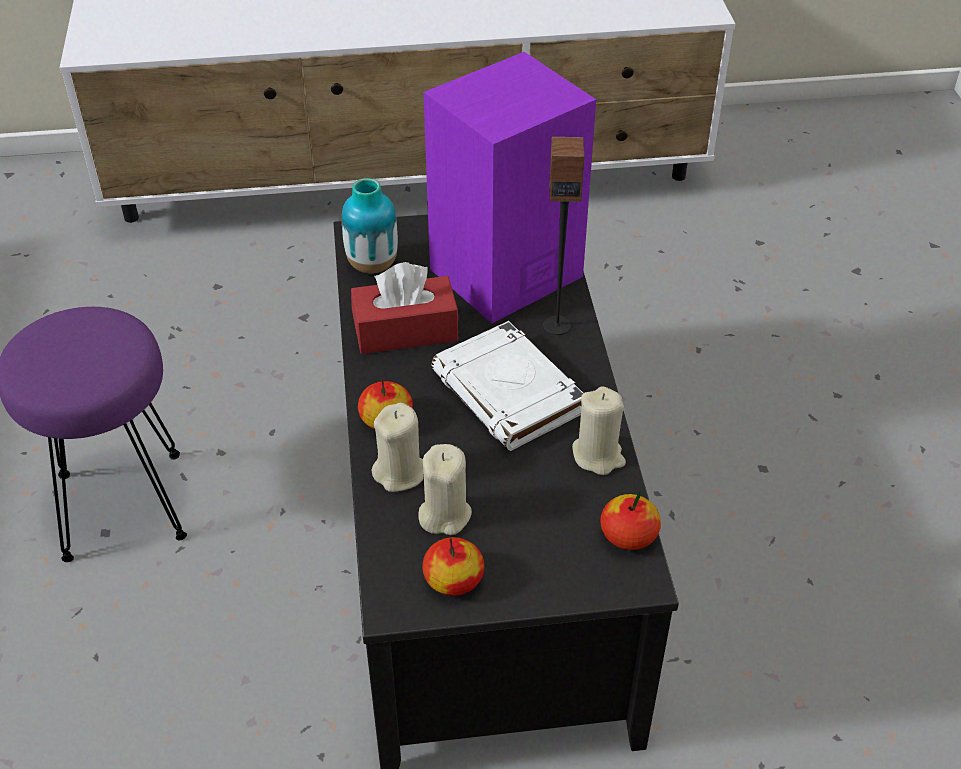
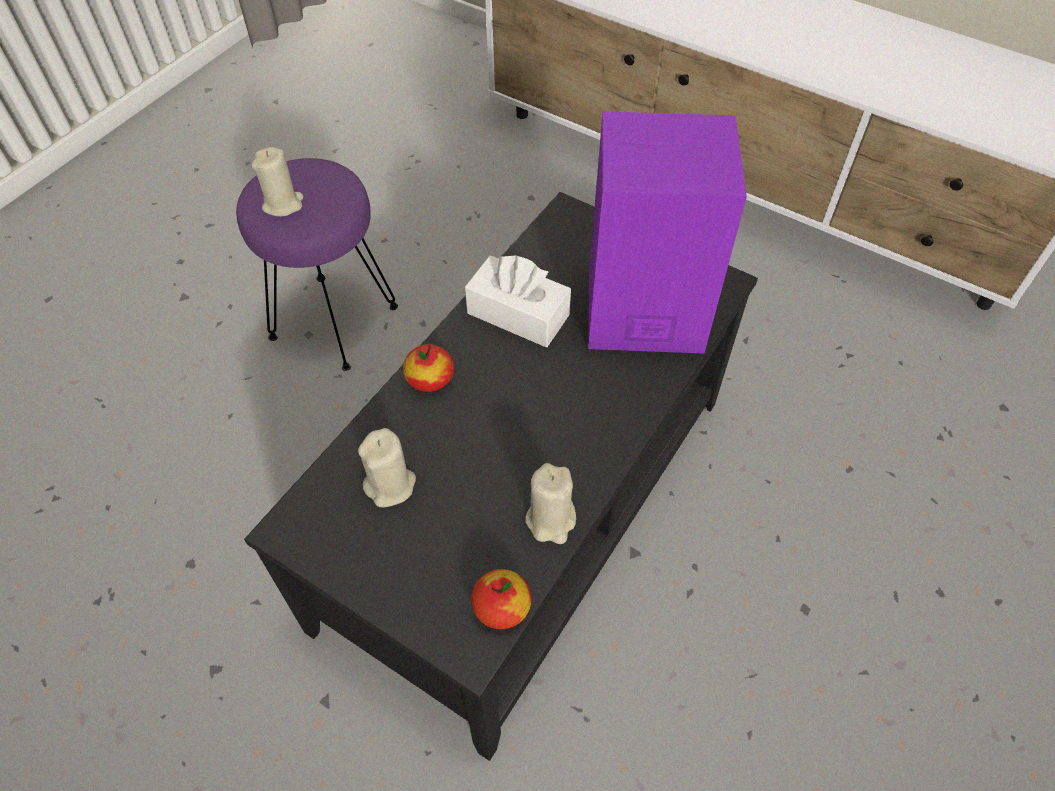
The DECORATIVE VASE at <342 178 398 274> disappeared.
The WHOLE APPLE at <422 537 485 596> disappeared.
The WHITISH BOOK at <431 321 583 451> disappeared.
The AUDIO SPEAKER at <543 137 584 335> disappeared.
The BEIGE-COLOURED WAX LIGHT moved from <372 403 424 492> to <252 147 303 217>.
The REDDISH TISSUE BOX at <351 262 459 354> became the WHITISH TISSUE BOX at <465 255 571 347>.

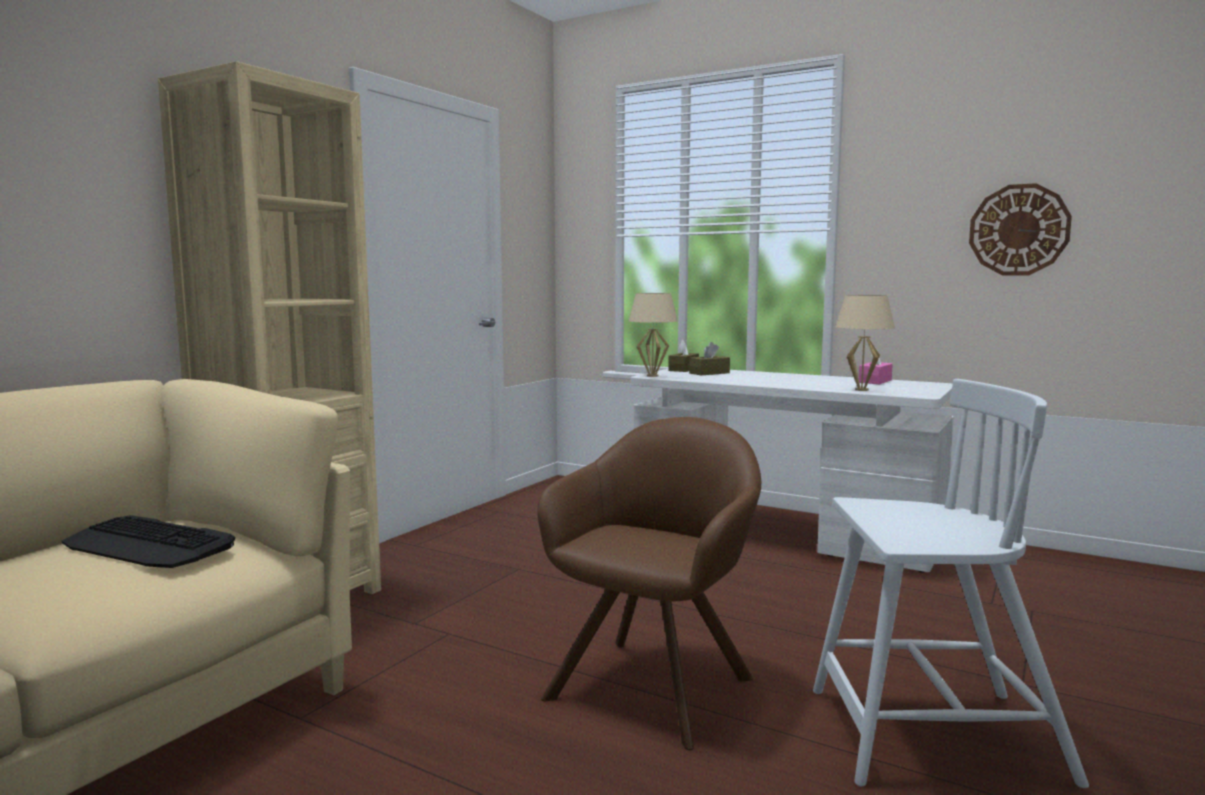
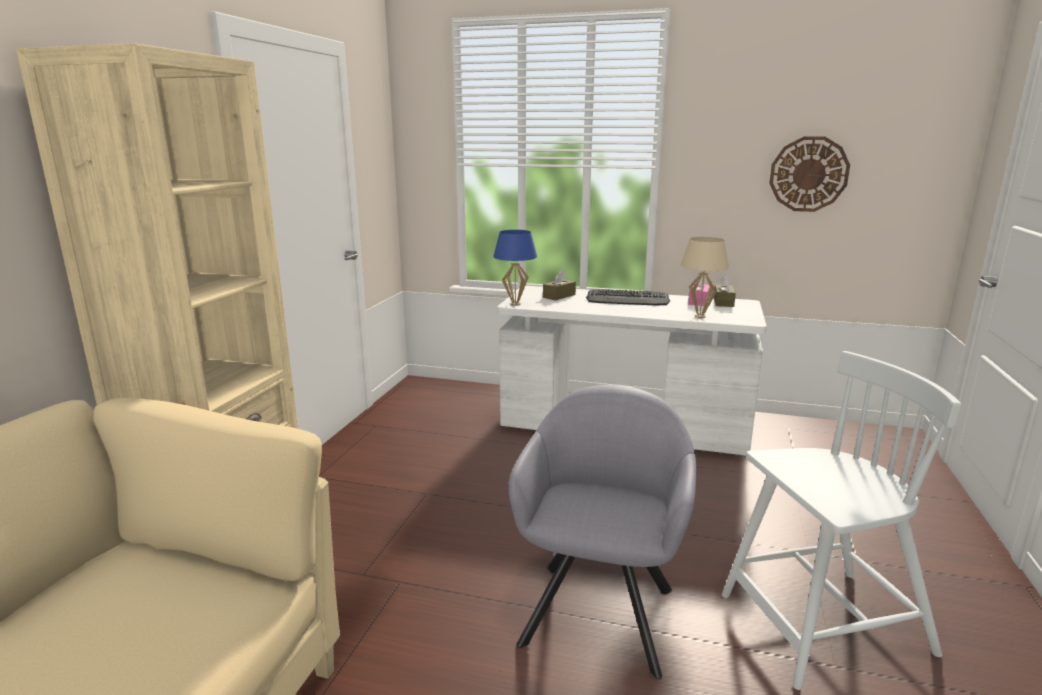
The COMPUTER KEYBOARD moved from <62 515 235 568> to <586 289 670 306>.
The BROWNISH TISSUE BOX moved from <668 340 699 372> to <714 275 736 307>.
The BROWNISH EASY CHAIR at <537 417 761 750> became the GREY EASY CHAIR at <509 385 696 679>.
The BEIGE-COLOURED LAMP FOR A TABLE at <629 293 678 377> became the BLUISH LAMP FOR A TABLE at <493 230 537 306>.

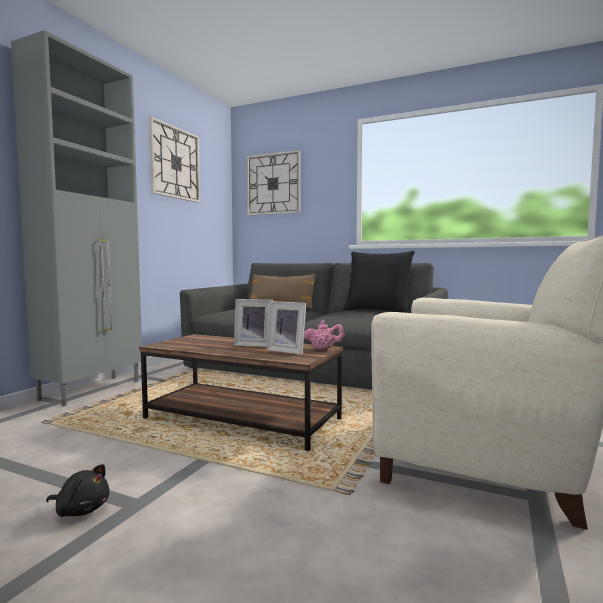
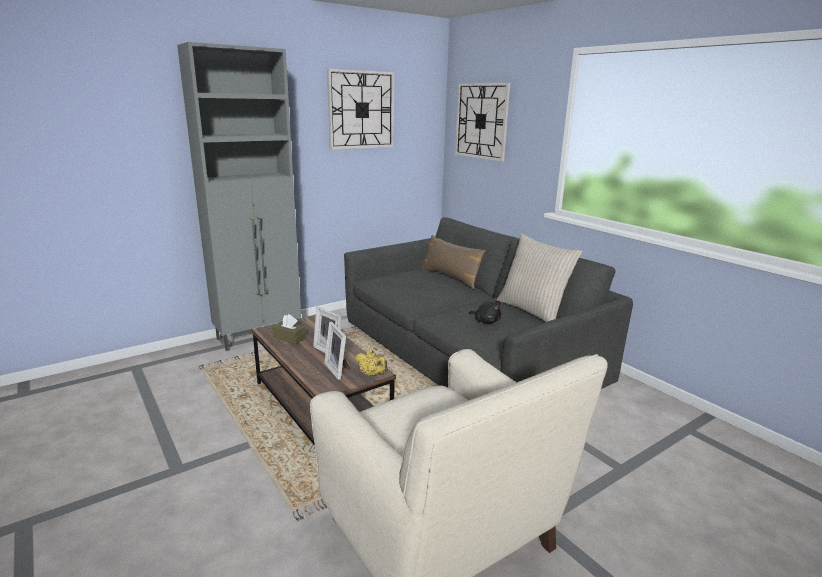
The BROWNISH TISSUE BOX at <272 314 306 344> appeared.
The BLACK-COLOURED SOFT TOY moved from <46 464 110 517> to <469 301 501 323>.
The PINKISH POT FOR TEA at <304 320 344 350> became the YELLOW-COLOURED POT FOR TEA at <355 349 387 376>.
The BLACK-COLOURED CUSHION at <343 251 415 313> became the BEIGE-COLOURED CUSHION at <497 234 583 322>.

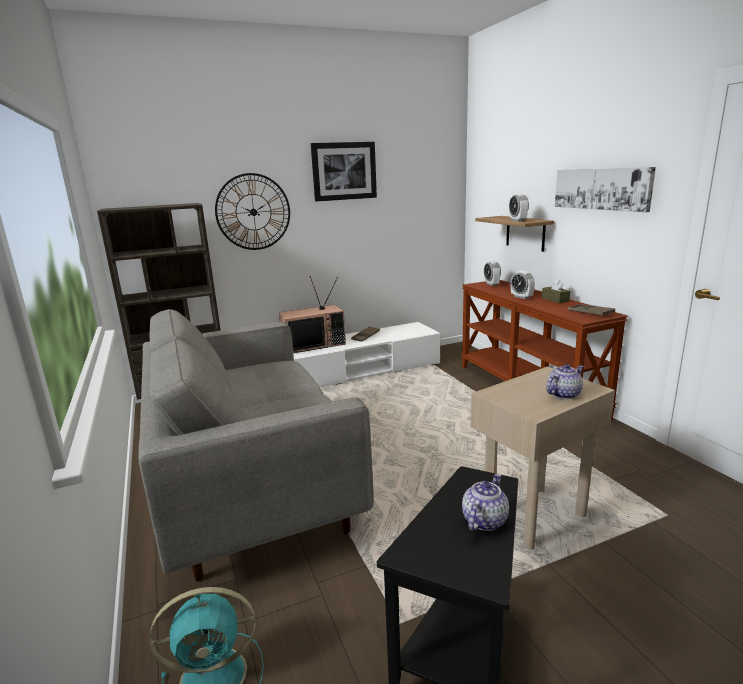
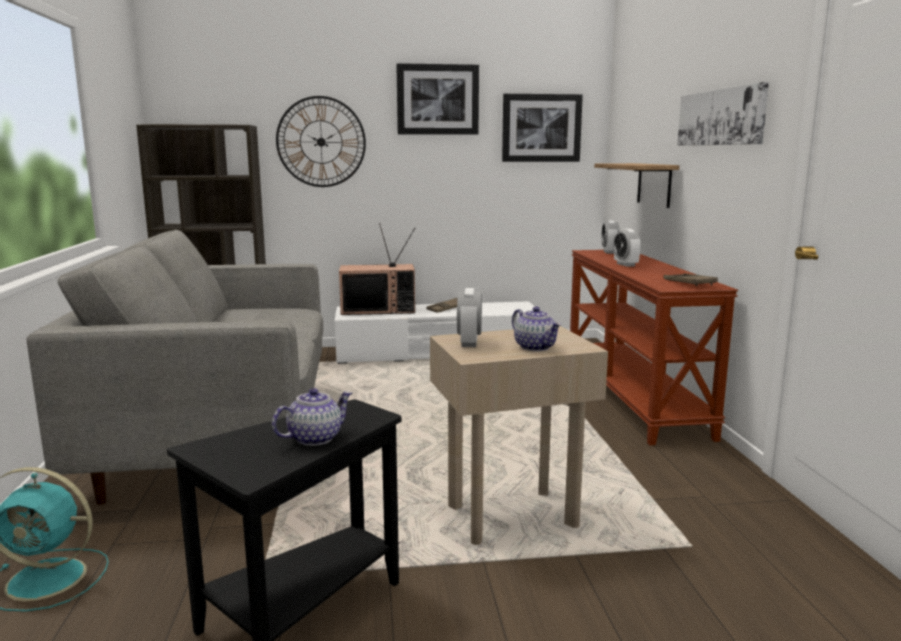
The BROWNISH TISSUE BOX at <542 279 570 303> disappeared.
The PICTURE at <502 94 583 162> appeared.
The ALARM CLOCK moved from <509 193 529 222> to <457 288 482 347>.
The POT FOR TEA at <546 364 584 399> turned 75 degrees clockwise.

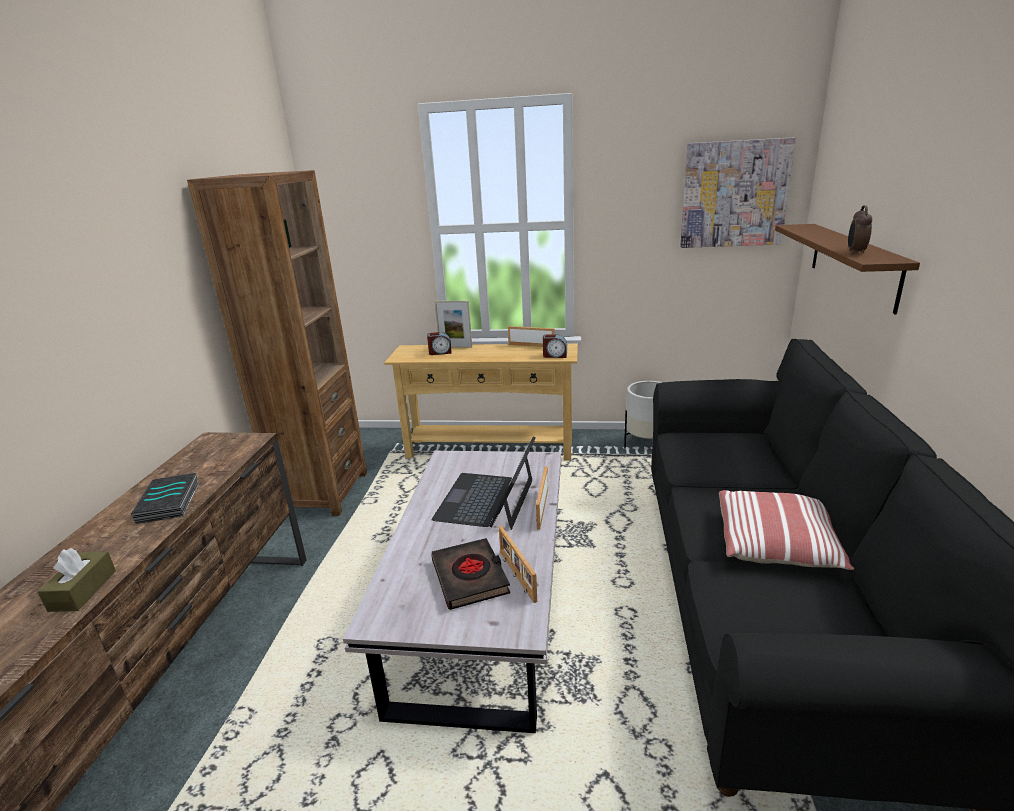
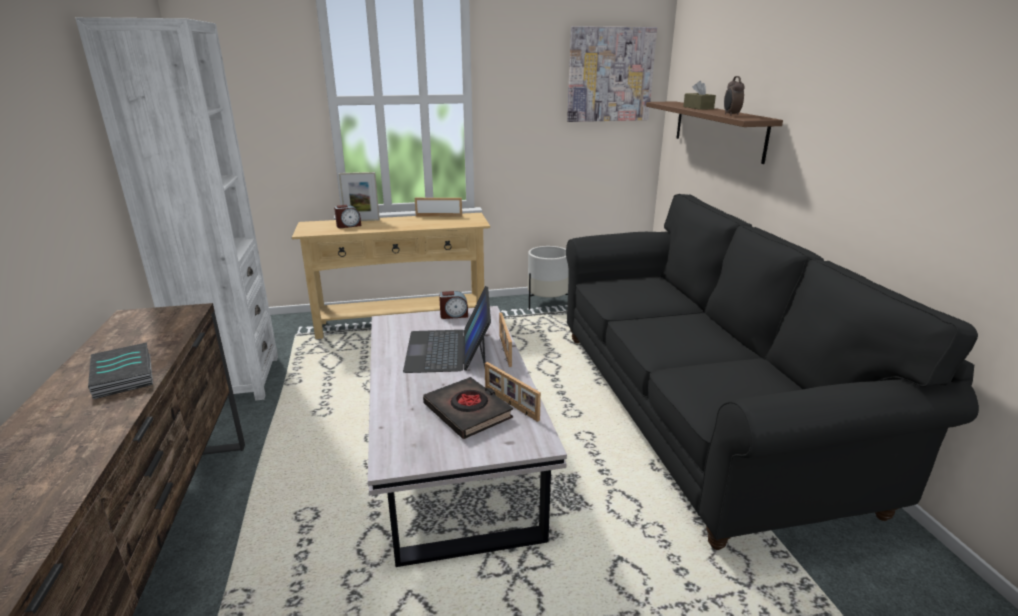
The CUSHION at <719 490 855 570> disappeared.
The BROWNISH TISSUE BOX moved from <38 548 116 612> to <683 81 716 110>.
The ALARM CLOCK moved from <543 334 567 358> to <439 291 468 319>.
The BROWNISH SHELVING UNIT at <187 170 367 516> became the WHITISH SHELVING UNIT at <75 17 278 401>.

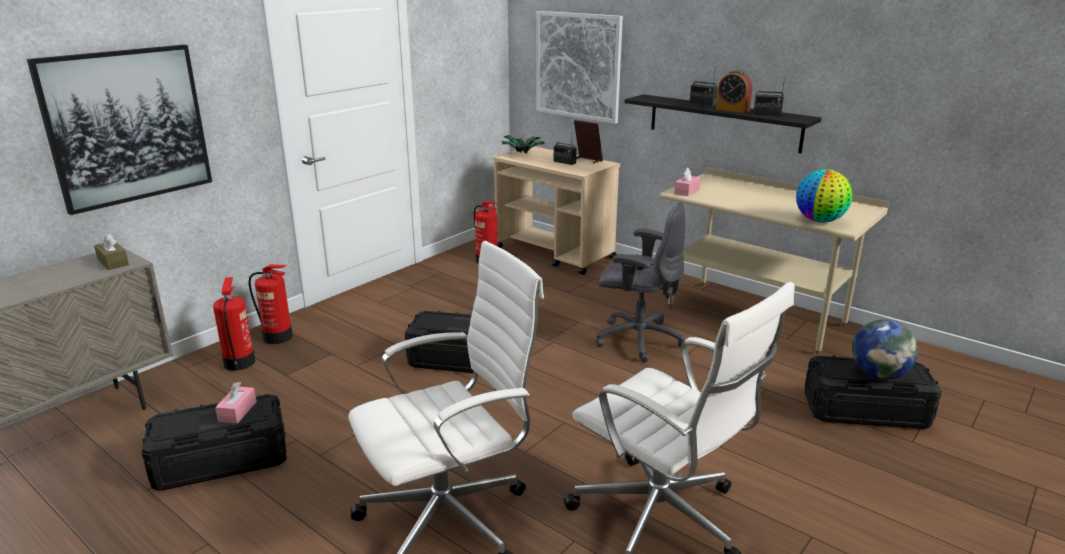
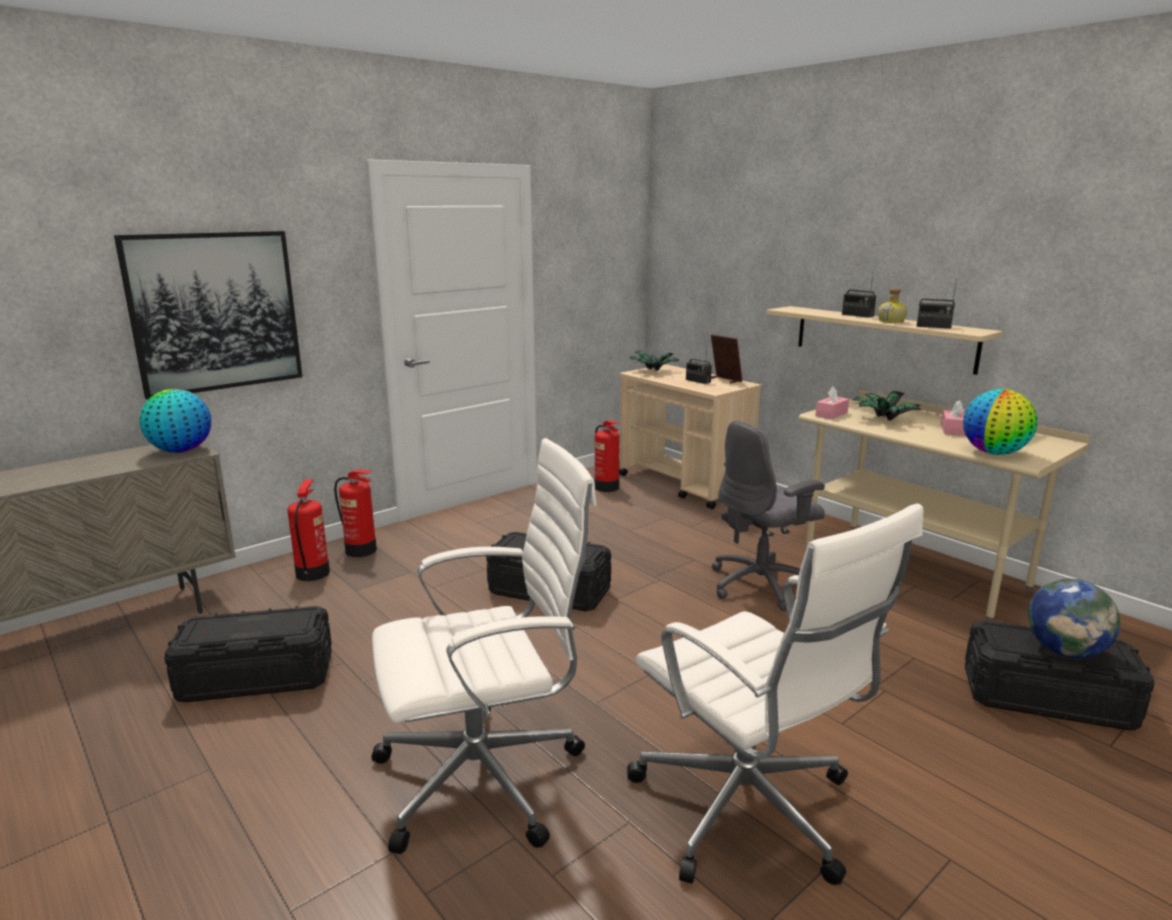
The PICTURE at <536 11 623 124> disappeared.
The POTTED PLANT at <852 391 921 421> appeared.
The PINKISH TISSUE BOX moved from <215 382 257 424> to <941 400 966 436>.
The BROWNISH TISSUE BOX at <94 233 129 270> was replaced by the GLOBE at <139 389 211 453>.
The ALARM CLOCK at <716 70 752 113> was replaced by the DRINK BOTTLE at <878 288 907 323>.
The BLACK-COLOURED WALL SHELF at <625 94 821 153> became the BEIGE-COLOURED WALL SHELF at <766 306 1003 375>.
The GREY COMPUTER CHAIR at <596 202 685 363> turned 120 degrees clockwise.

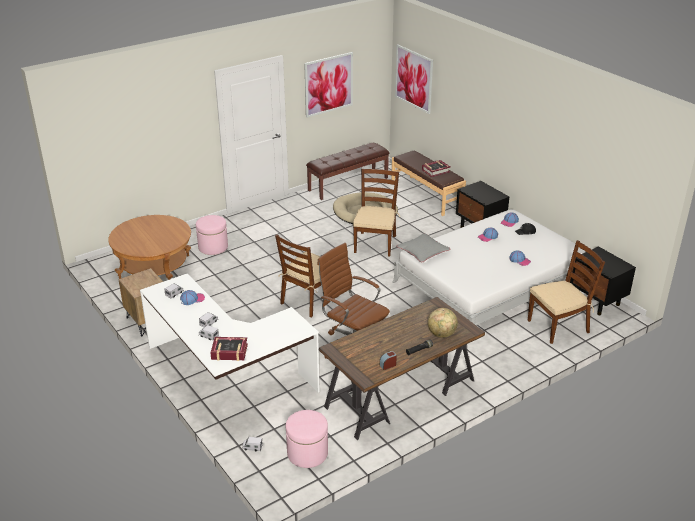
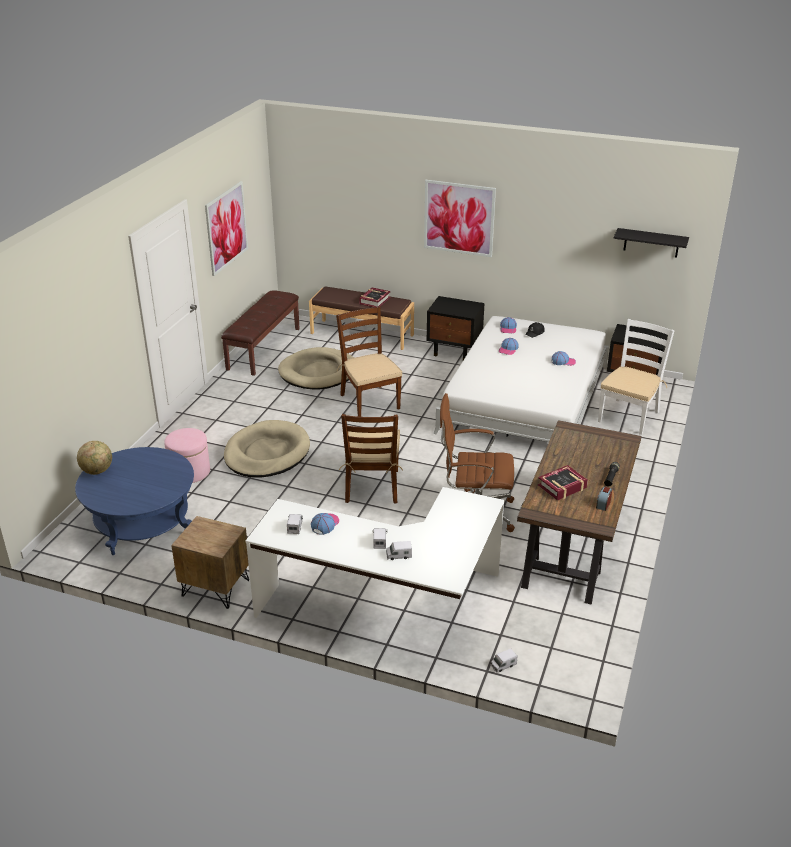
The PINKISH OTTOMAN at <286 410 328 468> disappeared.
The GREY CUSHION at <396 233 450 262> disappeared.
The BEIGE-COLOURED DOG BED at <224 420 310 478> appeared.
The BLACK-COLOURED WALL SHELF at <614 228 689 257> appeared.
The BOOK moved from <211 337 248 361> to <538 465 588 501>.
The PICTURE moved from <395 44 433 114> to <424 180 496 257>.
The GLOBE moved from <428 308 458 338> to <77 441 112 475>.
The BROWNISH LOUNGE TABLE at <108 215 191 280> became the BLUISH LOUNGE TABLE at <75 447 194 555>.
The BROWNISH CHAIR at <528 240 605 344> became the WHITISH CHAIR at <598 319 674 435>.

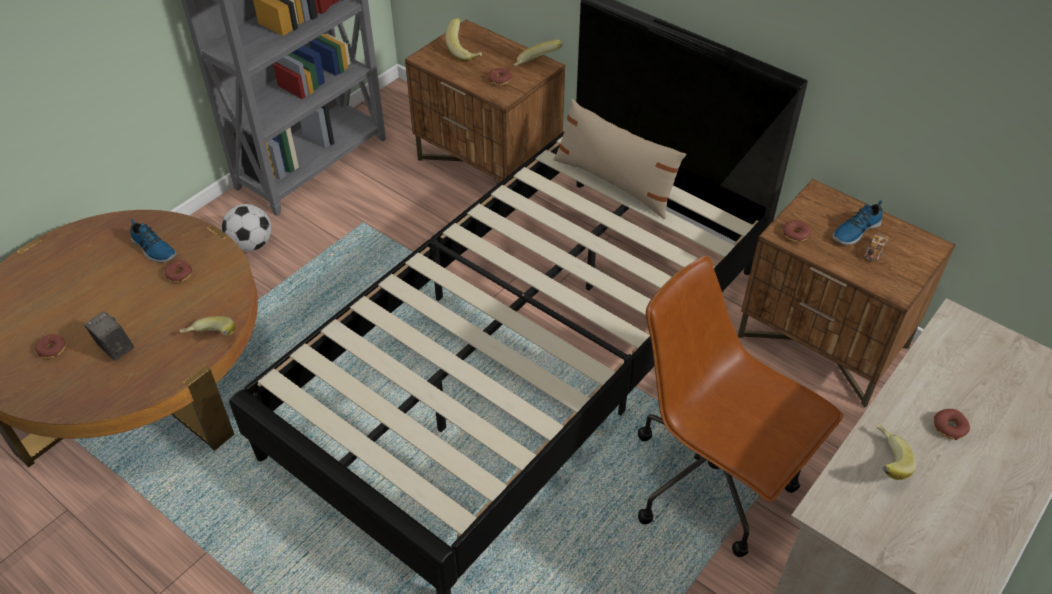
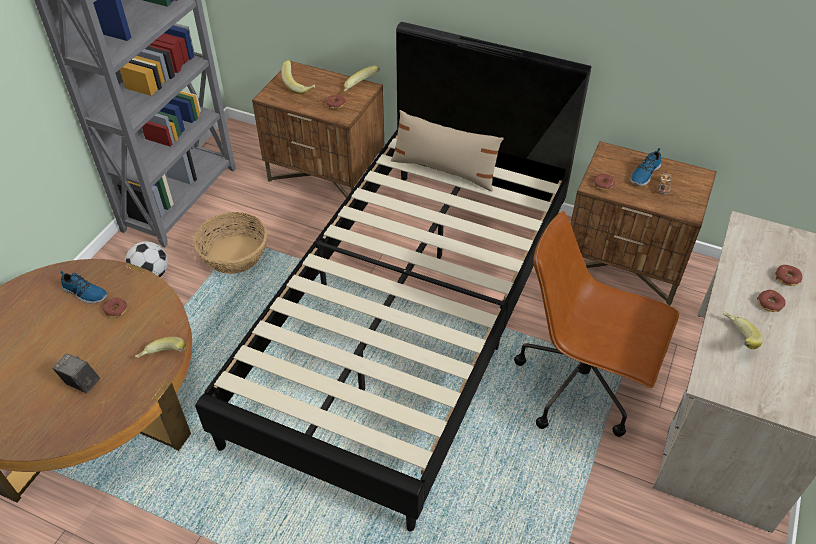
The HOUSEHOLD BASKET at <194 212 267 274> appeared.
The RING DOUGHNUT moved from <35 334 66 359> to <775 265 802 286>.

